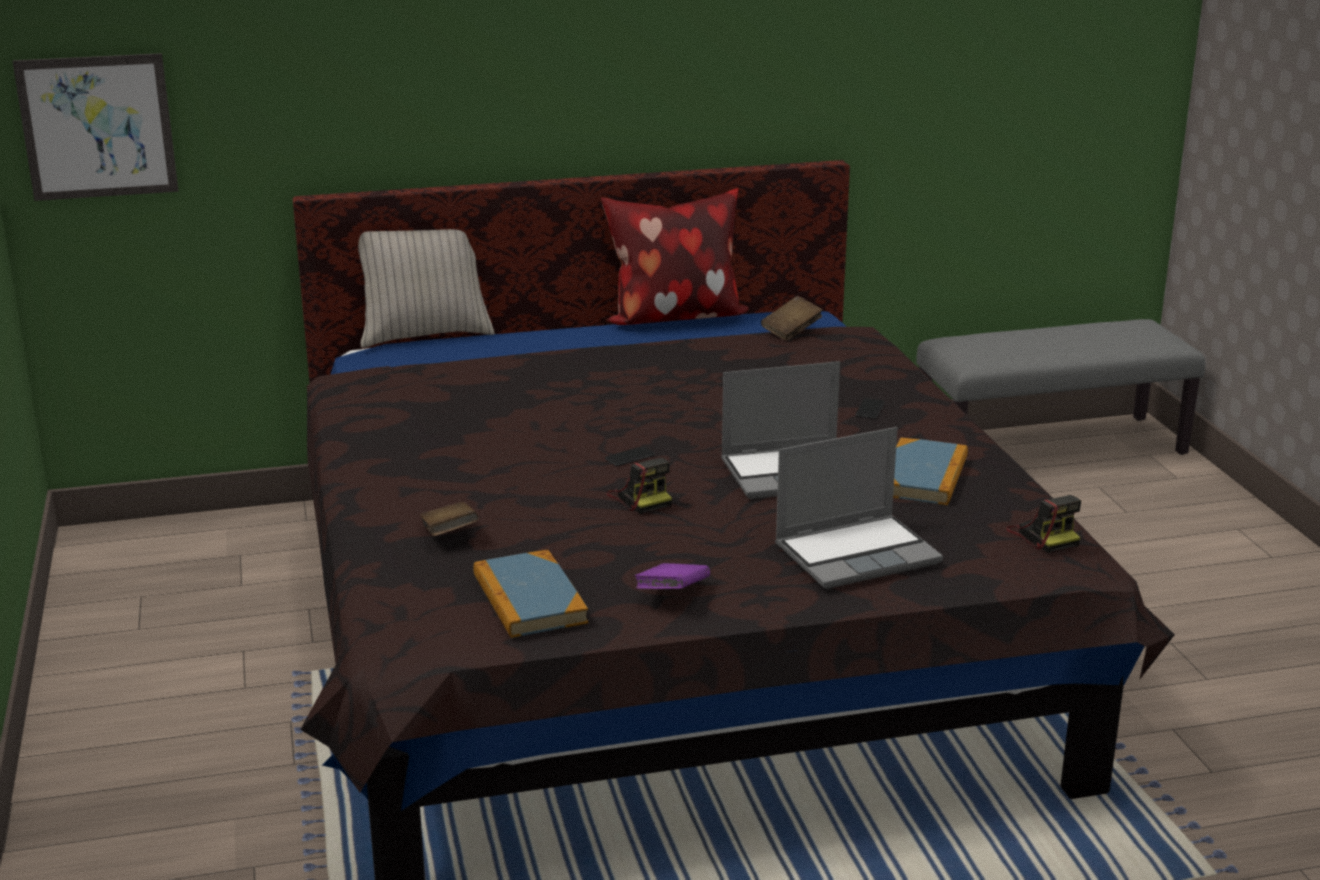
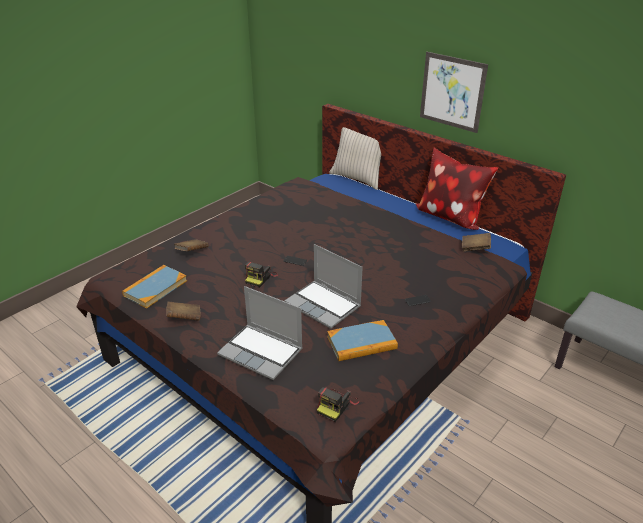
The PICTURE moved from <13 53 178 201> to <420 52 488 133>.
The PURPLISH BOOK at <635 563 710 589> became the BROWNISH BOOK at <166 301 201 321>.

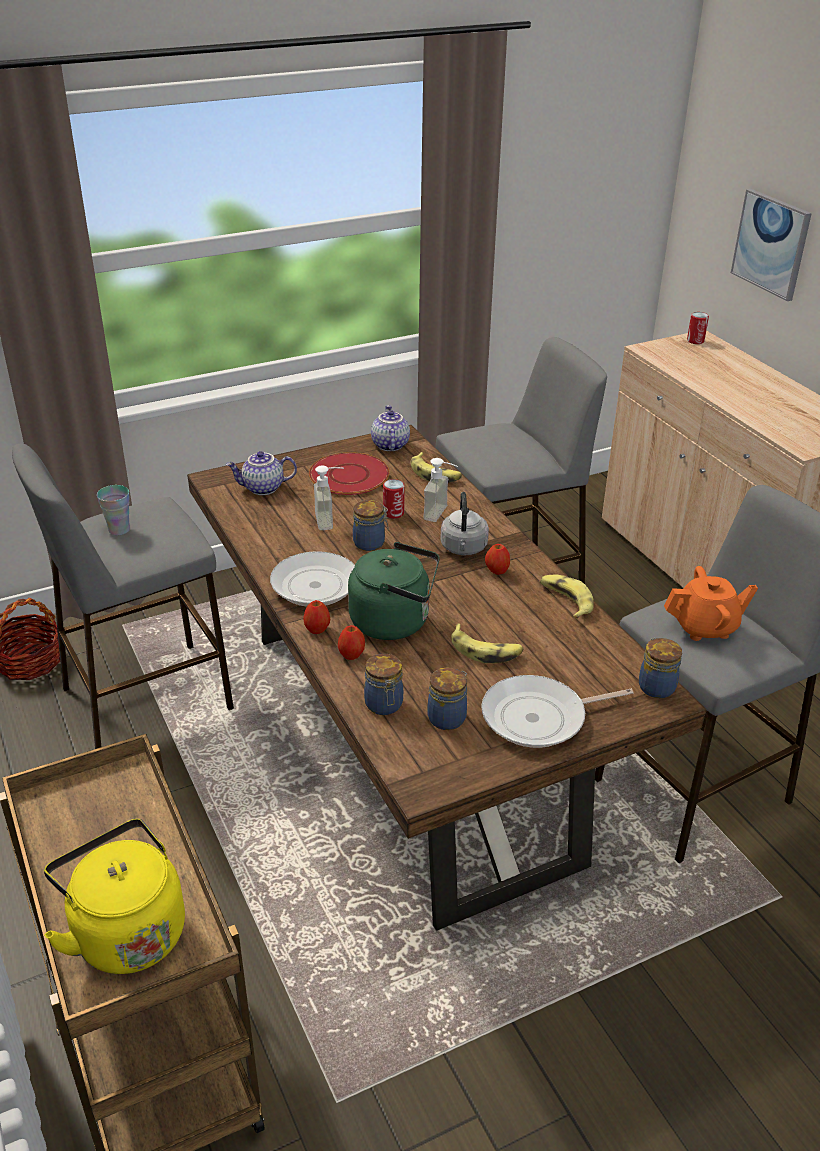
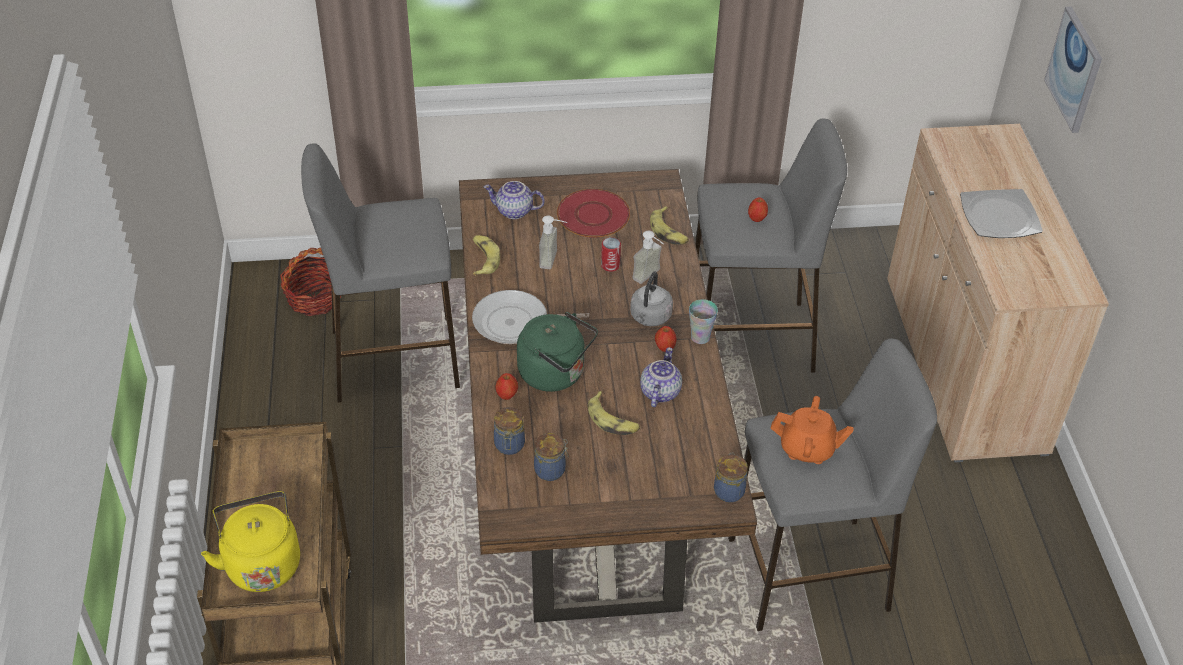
The STORAGE JAR at <353 500 388 551> disappeared.
The FRYING PAN at <481 675 634 748> disappeared.
The SEALED CAN at <687 312 709 344> disappeared.
The PLATE at <960 189 1043 238> appeared.
The DRINKING CUP moved from <97 485 130 535> to <689 299 718 344>.
The WHOLE APPLE moved from <303 600 330 634> to <748 197 768 222>.
The POT FOR TEA moved from <371 405 410 451> to <640 347 682 407>.
The BANANA moved from <540 574 594 619> to <473 235 500 276>.

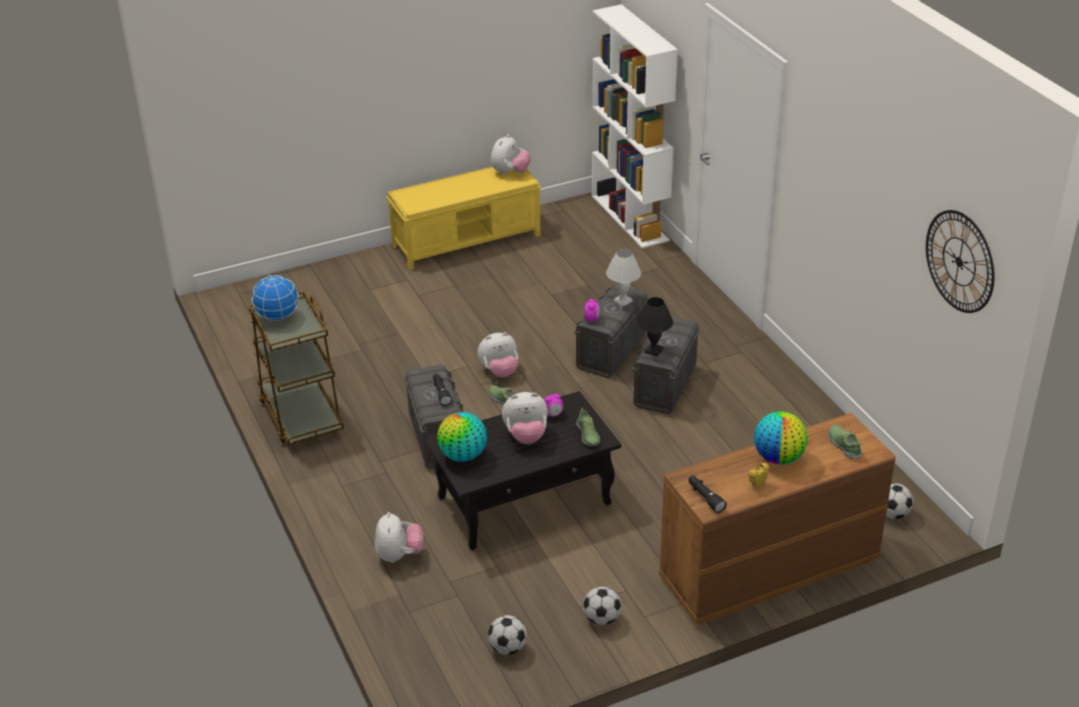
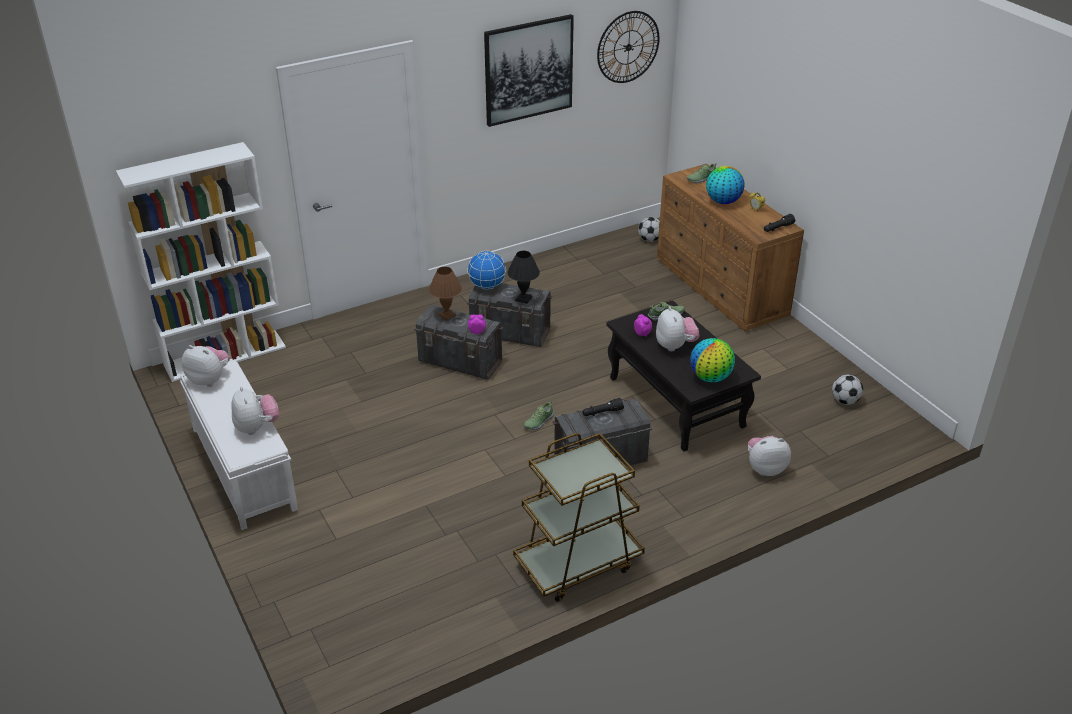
The FOOTBALL BALL at <583 586 621 625> disappeared.
The PICTURE at <484 14 574 127> appeared.
The GLOBE moved from <252 275 298 321> to <467 251 506 289>.
The SOFT TOY moved from <478 332 518 378> to <231 387 280 435>.
The YELLOW-COLOURED BENCH at <386 167 541 270> became the WHITISH BENCH at <180 361 298 530>.
The WHITISH LAMP FOR A TABLE at <606 249 641 306> became the BROWNISH LAMP FOR A TABLE at <429 267 462 321>.

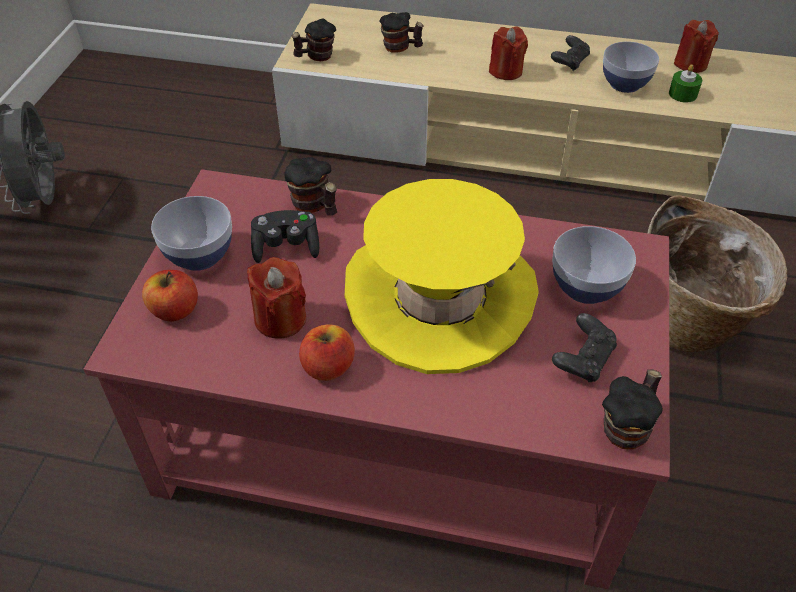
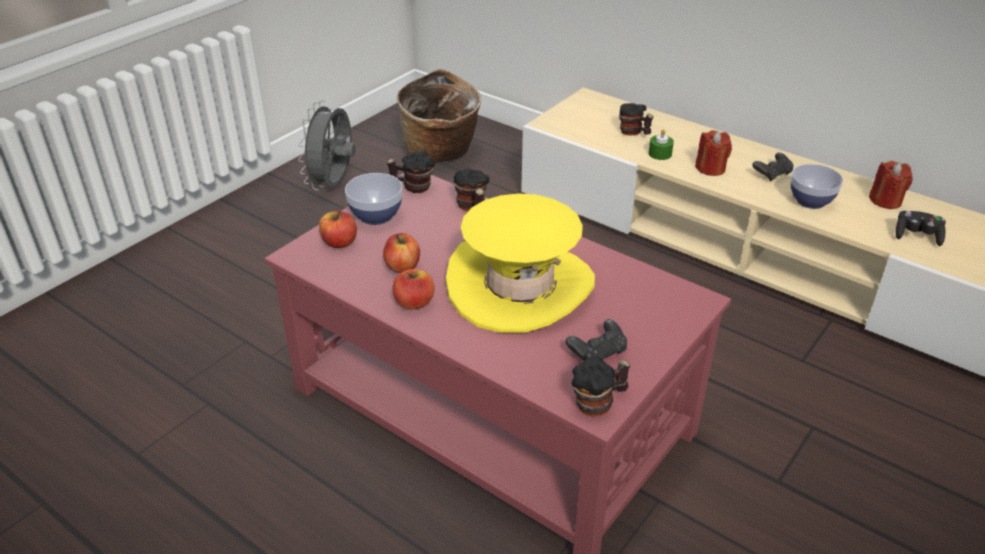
The BOWL at <552 226 636 304> disappeared.
The BLACK-COLOURED GAMEPAD moved from <251 210 319 263> to <896 211 946 246>.
The COFFEE MUG moved from <292 18 336 61> to <387 151 435 193>.
The HOUSEHOLD BASKET moved from <647 195 787 352> to <397 69 482 162>.
The GREEN WAX LIGHT moved from <669 65 702 103> to <648 129 674 160>.
The REDDISH WAX LIGHT at <247 257 306 339> was replaced by the WHOLE APPLE at <383 233 420 273>.

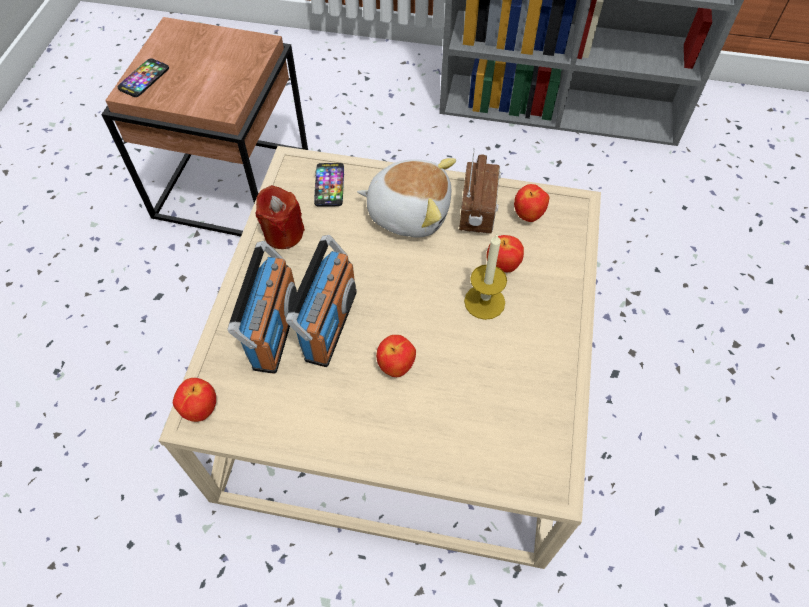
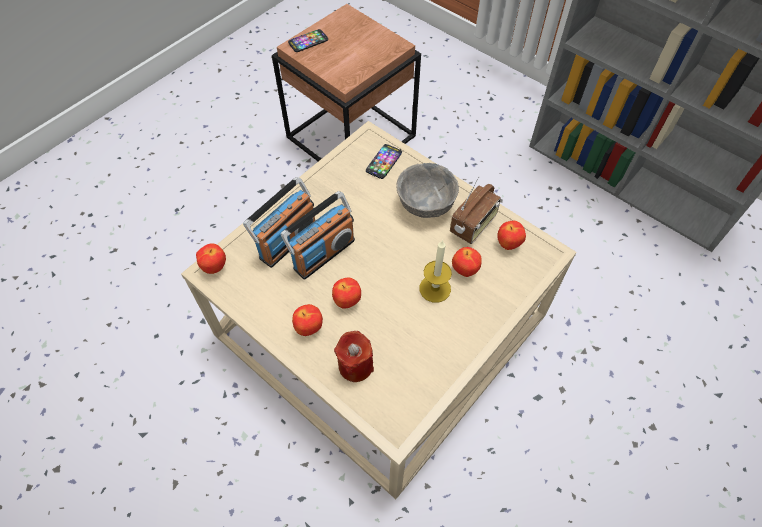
The WHOLE APPLE at <292 304 323 336> appeared.
The REDDISH WAX LIGHT moved from <255 185 305 249> to <334 331 374 382>.
The SOFT TOY at <357 158 456 238> was replaced by the GREY BOWL at <396 163 459 218>.

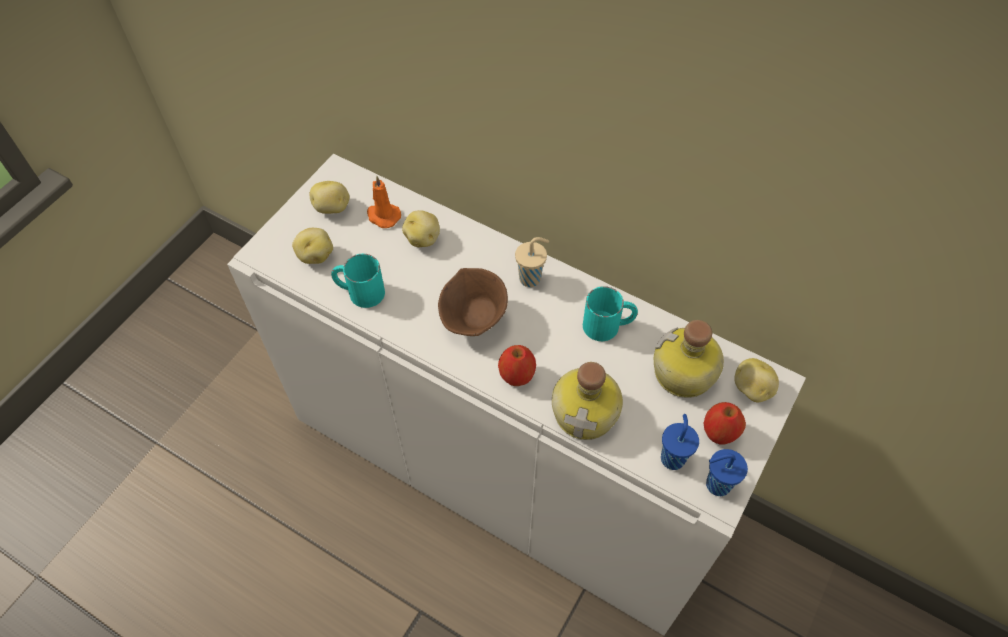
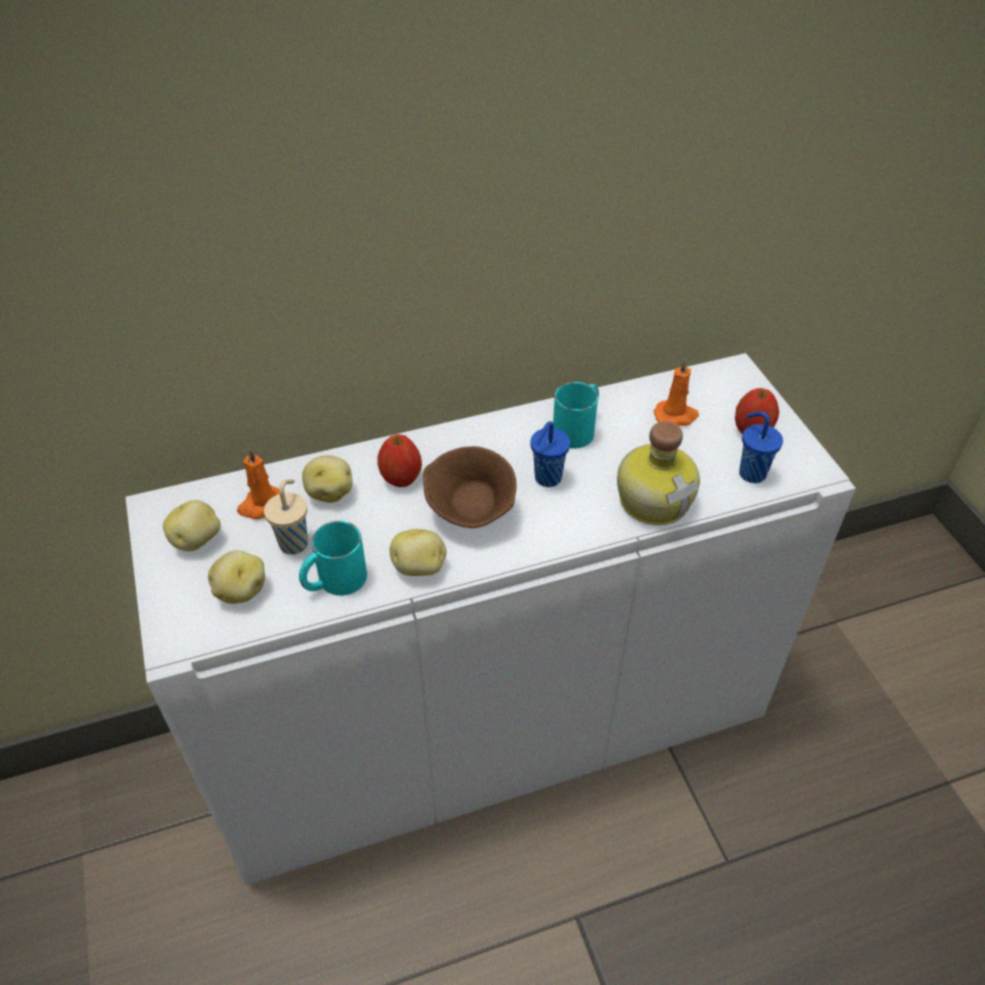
The WHOLE APPLE moved from <498 345 536 386> to <377 434 422 487>.
The BEIGE-COLOURED DRINKING CUP moved from <515 237 549 287> to <264 479 308 555>.
The BLUISH DRINKING CUP moved from <706 449 748 496> to <530 421 570 487>.
The WHOLE POTATO moved from <734 358 779 402> to <390 529 447 576>.
The DRINK BOTTLE at <654 320 724 398> was replaced by the ORANGE-COLOURED WAX LIGHT at <654 358 699 426>.

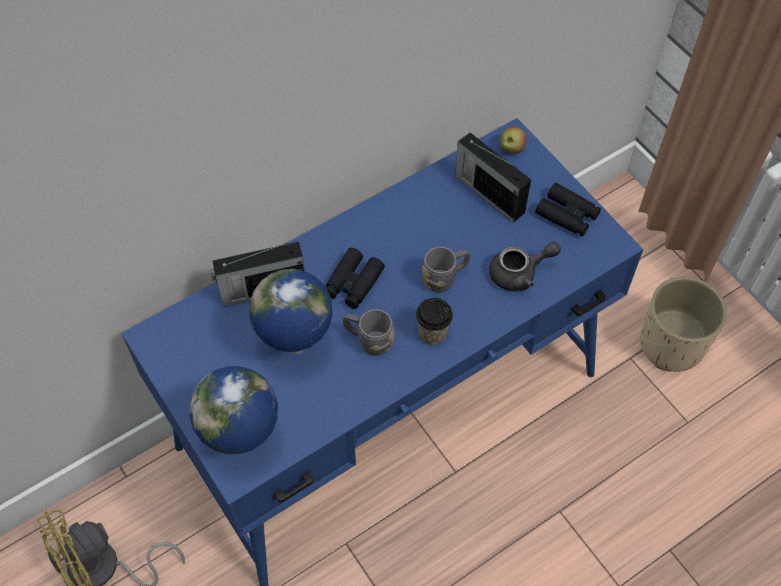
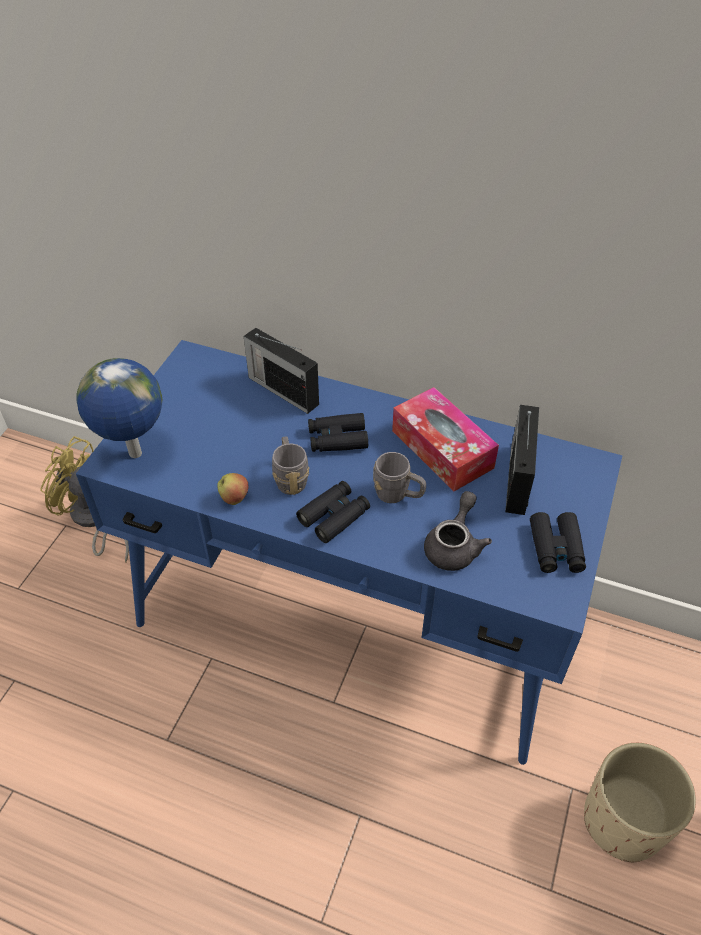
The GLOBE at <249 269 332 354> disappeared.
The TISSUE BOX at <392 387 499 491> appeared.
The WHOLE APPLE moved from <500 127 527 154> to <217 473 248 505>.
The DRINKING CUP at <416 298 453 345> was replaced by the BLACK-COLOURED FIELD GLASSES at <296 481 370 543>.
The GREY POT FOR TEA at <489 242 561 291> turned 105 degrees counterclockwise.

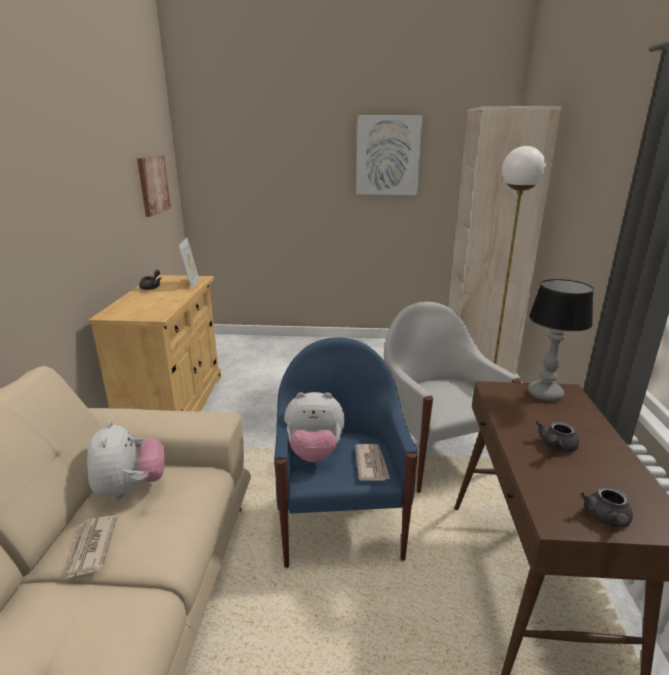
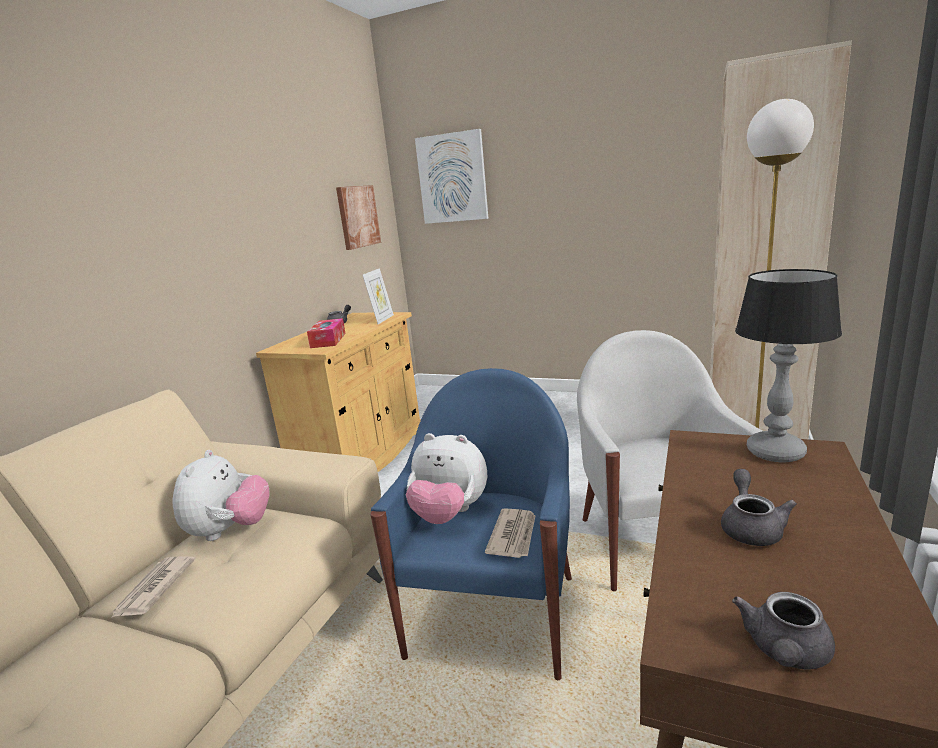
The TISSUE BOX at <307 318 346 348> appeared.
The PICTURE moved from <356 115 422 195> to <415 129 488 224>.
The GREY POT FOR TEA at <536 421 579 453> turned 135 degrees clockwise.

